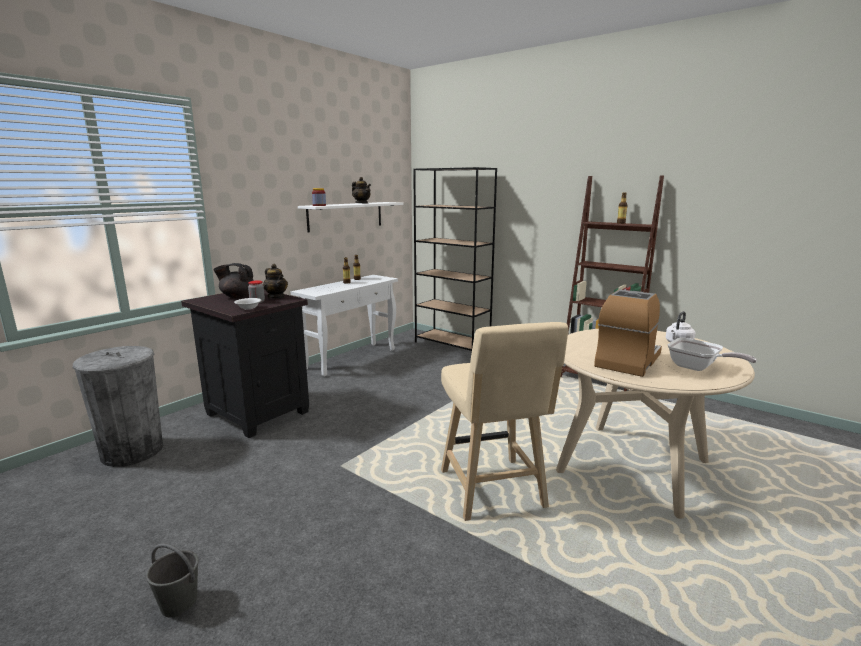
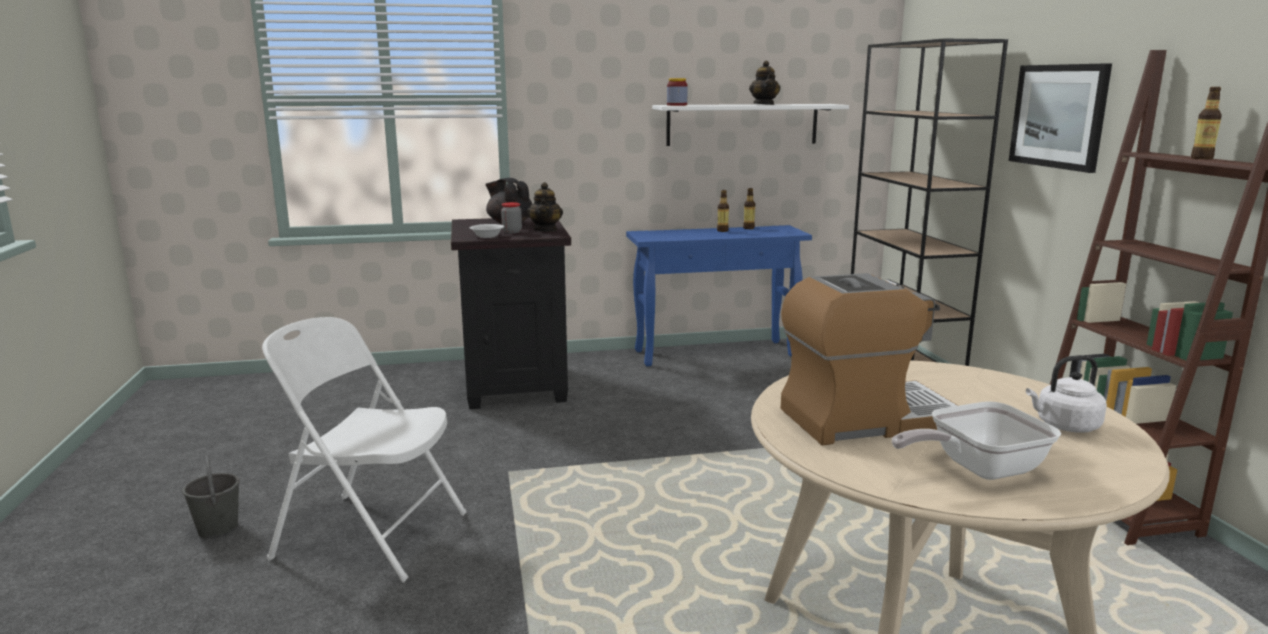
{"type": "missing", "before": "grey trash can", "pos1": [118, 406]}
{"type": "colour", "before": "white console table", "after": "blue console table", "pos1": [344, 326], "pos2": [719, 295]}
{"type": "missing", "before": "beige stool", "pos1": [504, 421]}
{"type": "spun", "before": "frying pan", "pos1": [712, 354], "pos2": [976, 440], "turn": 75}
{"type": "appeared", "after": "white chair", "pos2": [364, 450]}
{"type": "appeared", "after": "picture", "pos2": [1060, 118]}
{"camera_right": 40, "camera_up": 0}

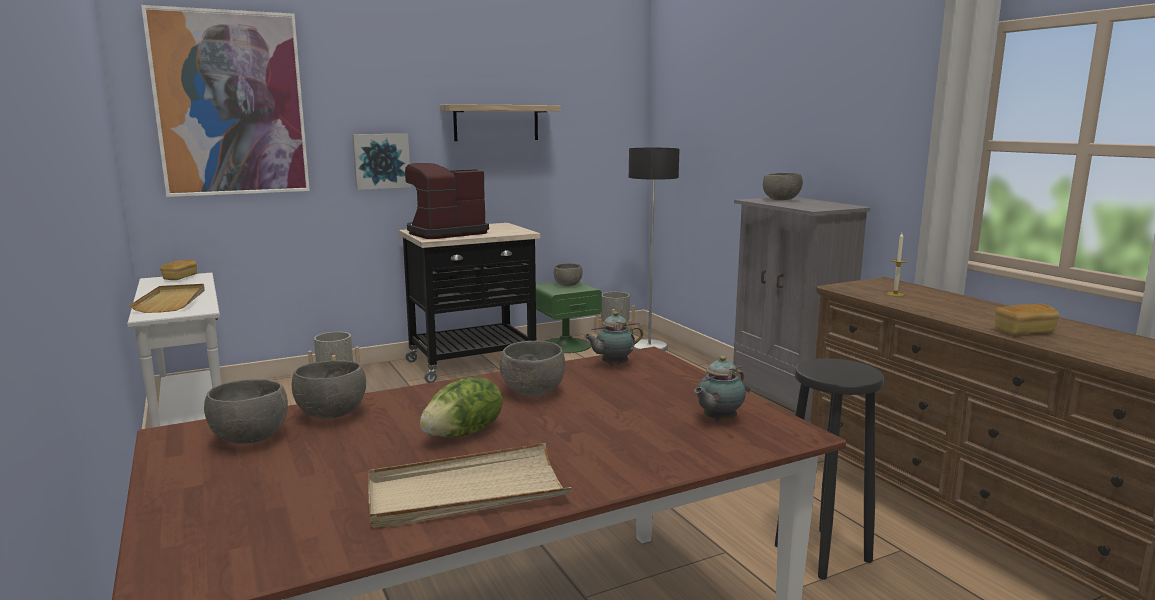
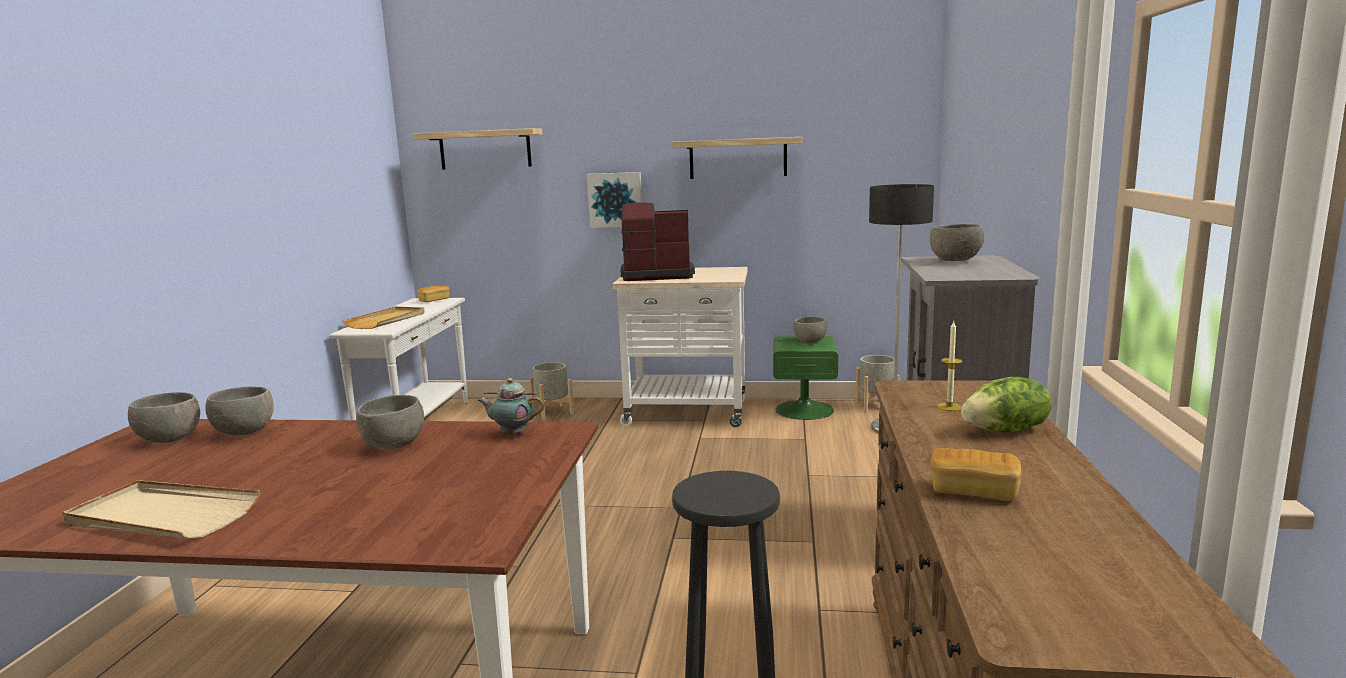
{"type": "exchanged", "before": "picture", "after": "shelf", "pos1": [225, 101], "pos2": [477, 149]}
{"type": "colour", "before": "black cart", "after": "white cart", "pos1": [469, 303], "pos2": [680, 347]}
{"type": "relocated", "before": "lettuce", "pos1": [461, 407], "pos2": [1006, 404]}
{"type": "missing", "before": "teapot", "pos1": [720, 389]}
{"camera_right": 35, "camera_up": 0}

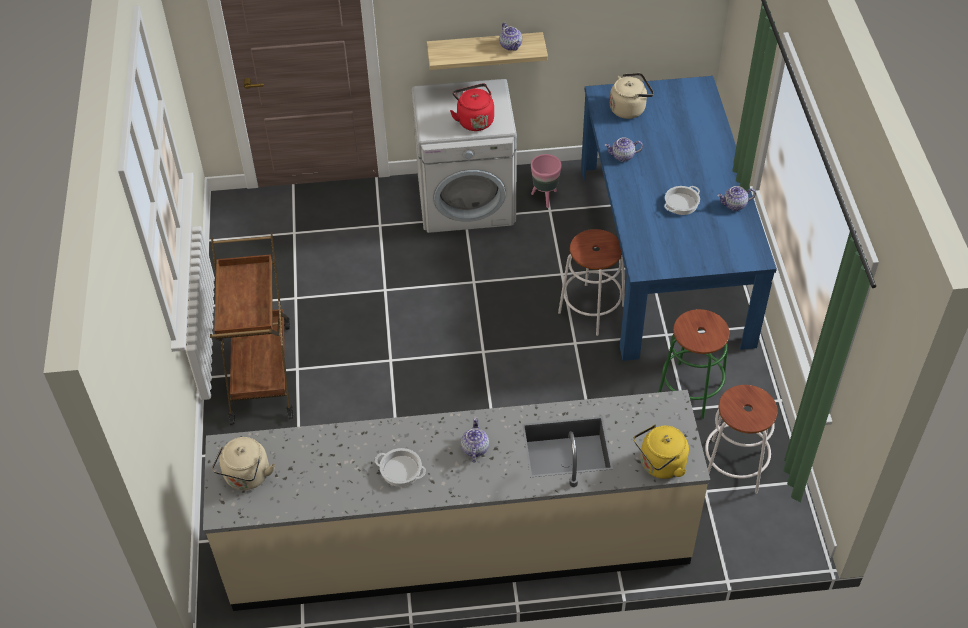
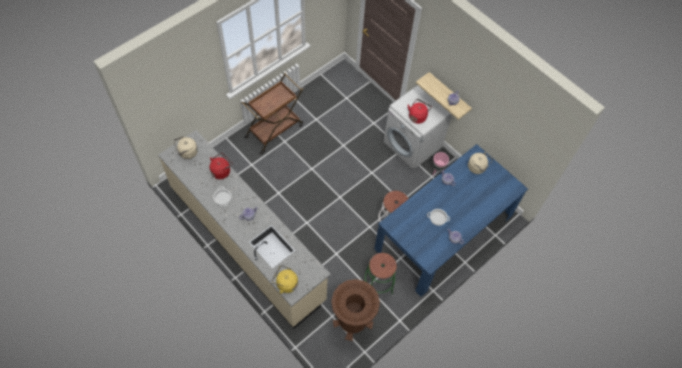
{"type": "exchanged", "before": "white stool", "after": "brown trash can", "pos1": [741, 439], "pos2": [355, 310]}
{"type": "appeared", "after": "red kettle", "pos2": [221, 166]}
{"camera_right": 50, "camera_up": 10}

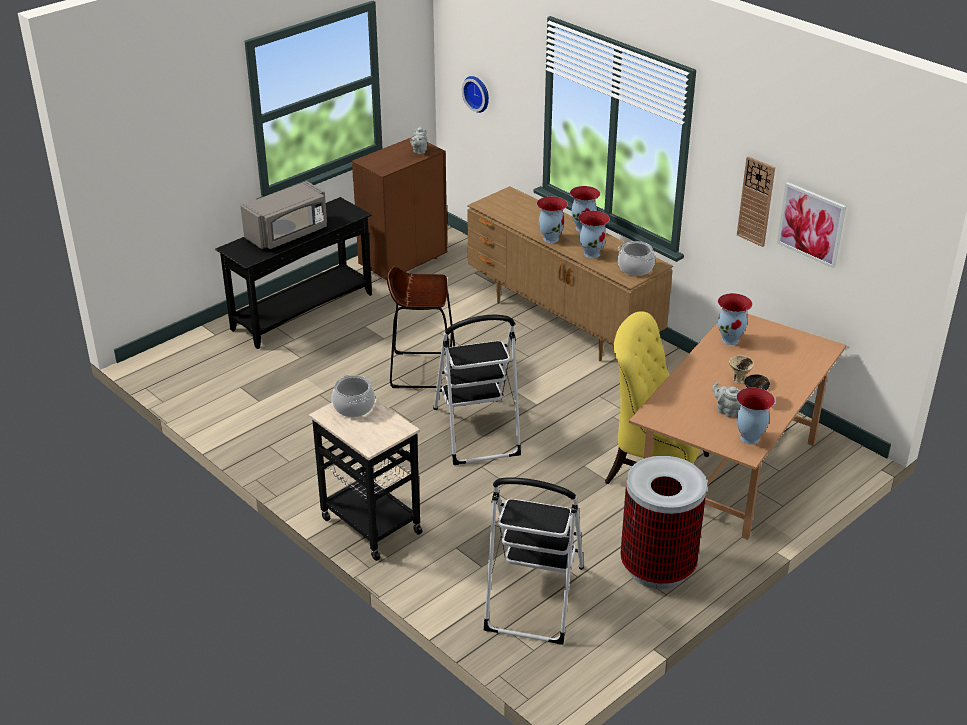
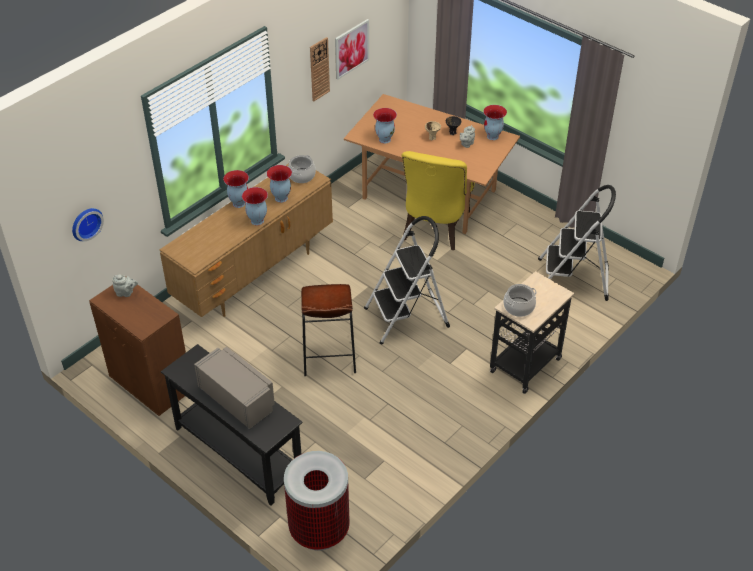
{"type": "relocated", "before": "trash can", "pos1": [664, 522], "pos2": [317, 501]}
{"camera_right": -95, "camera_up": 10}

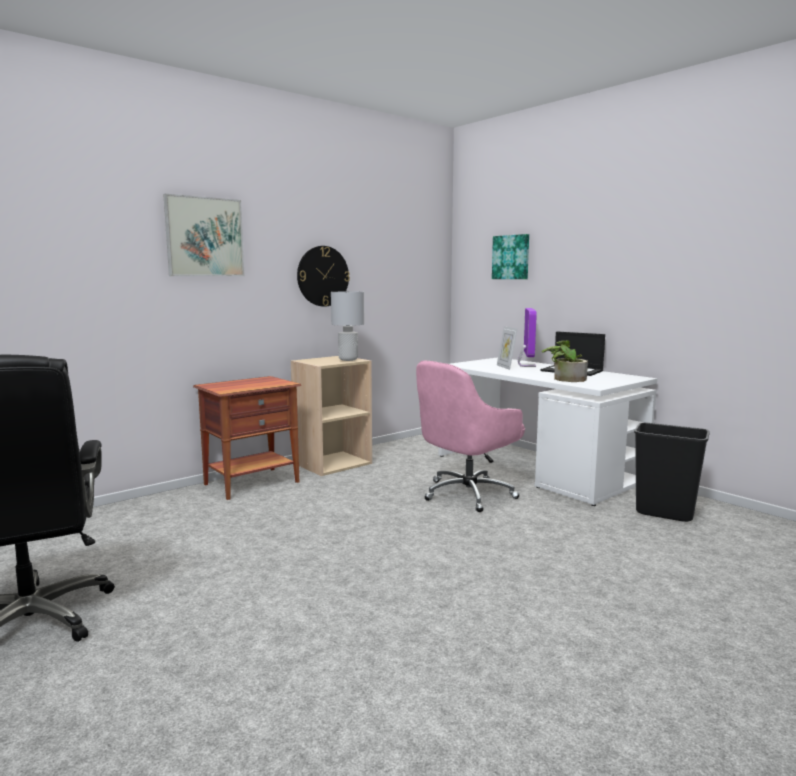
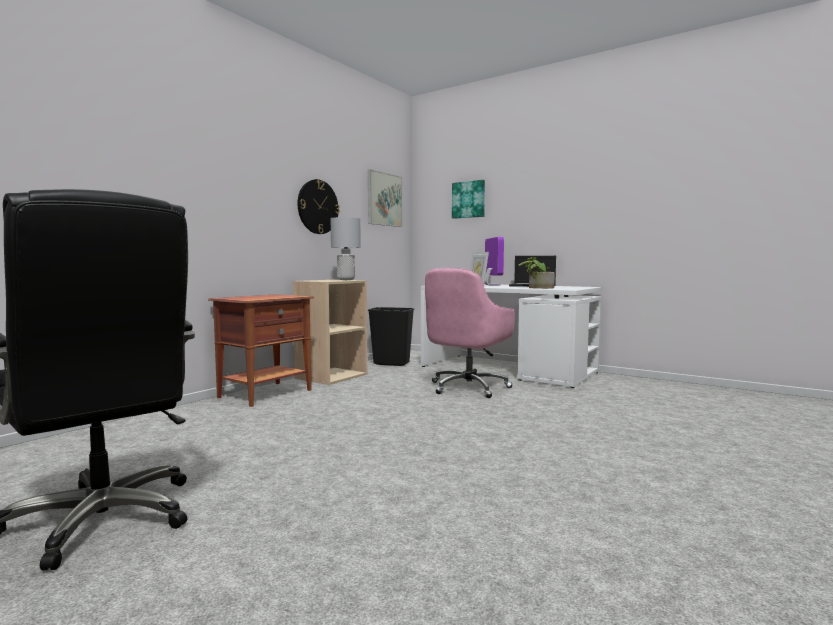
{"type": "relocated", "before": "picture", "pos1": [204, 235], "pos2": [385, 198]}
{"type": "relocated", "before": "black trash can", "pos1": [671, 472], "pos2": [391, 336]}
{"camera_right": -15, "camera_up": -5}

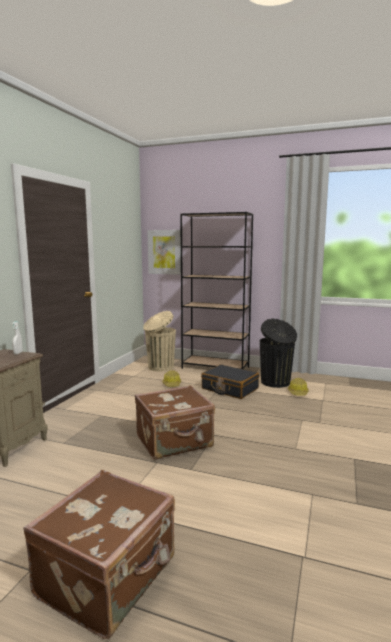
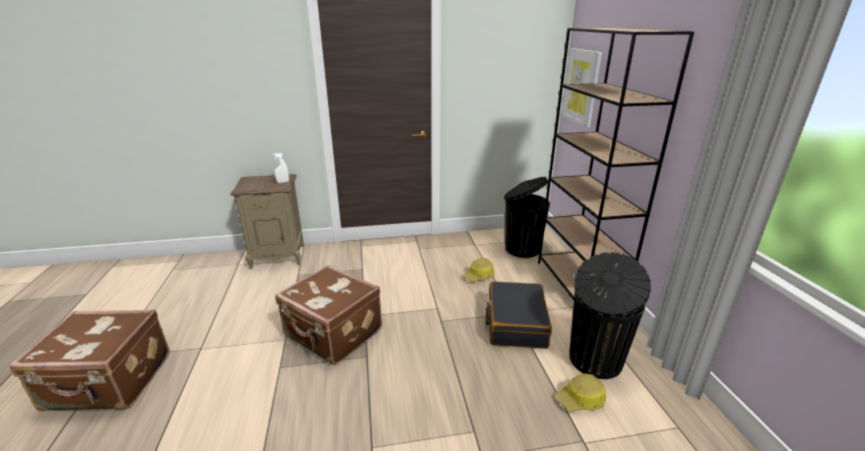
{"type": "colour", "before": "beige trash can", "after": "black trash can", "pos1": [159, 341], "pos2": [527, 217]}
{"camera_right": 60, "camera_up": 15}

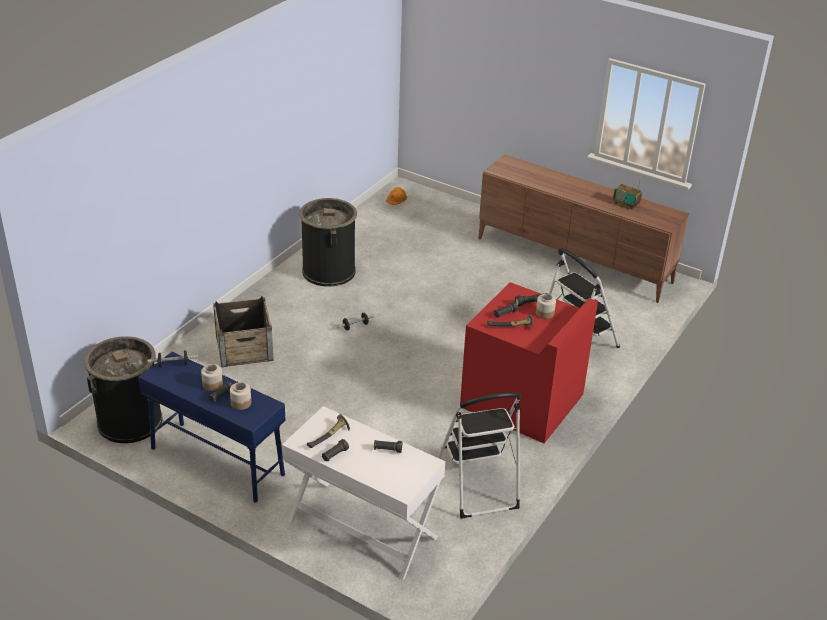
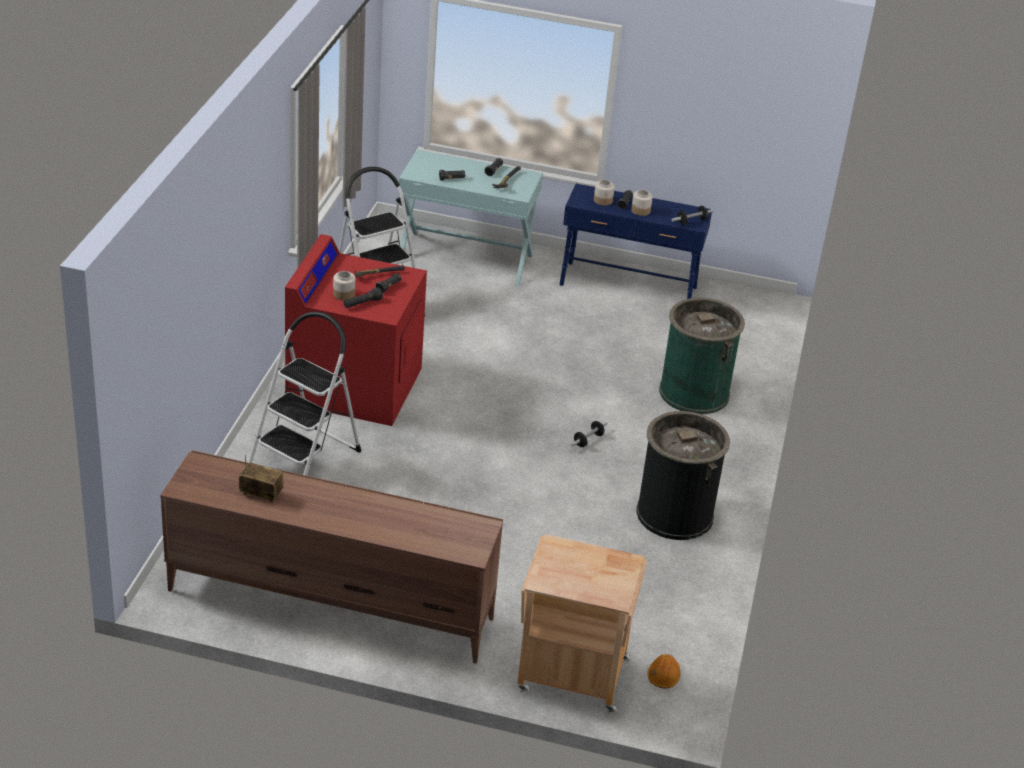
{"type": "missing", "before": "black trash can", "pos1": [123, 389]}
{"type": "exchanged", "before": "crate", "after": "green trash can", "pos1": [243, 331], "pos2": [702, 356]}
{"type": "colour", "before": "white desk", "after": "turquoise desk", "pos1": [363, 493], "pos2": [470, 217]}
{"type": "appeared", "after": "brown cart", "pos2": [582, 624]}
{"camera_right": 160, "camera_up": 0}

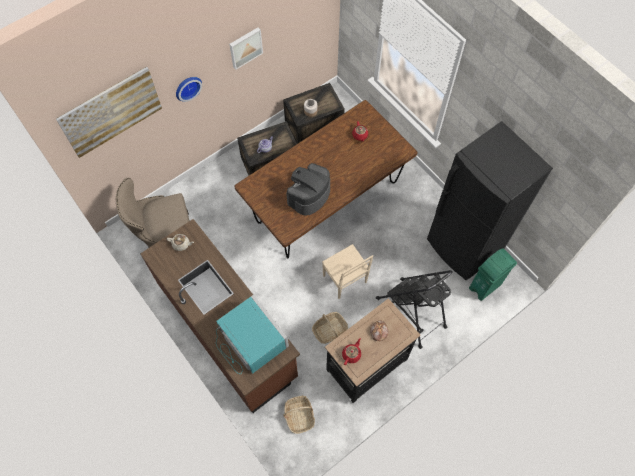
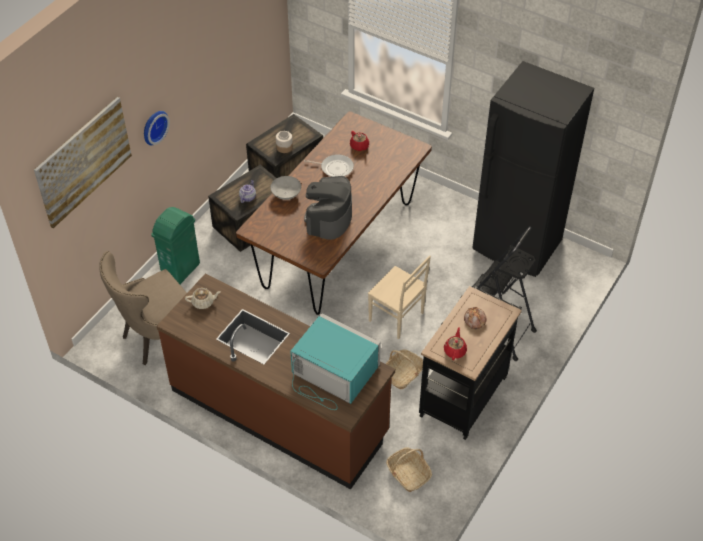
{"type": "missing", "before": "picture", "pos1": [246, 49]}
{"type": "relocated", "before": "green trash can", "pos1": [493, 275], "pos2": [175, 245]}
{"type": "appeared", "after": "grey bowl", "pos2": [285, 188]}
{"type": "appeared", "after": "frying pan", "pos2": [329, 165]}
{"camera_right": -20, "camera_up": -15}

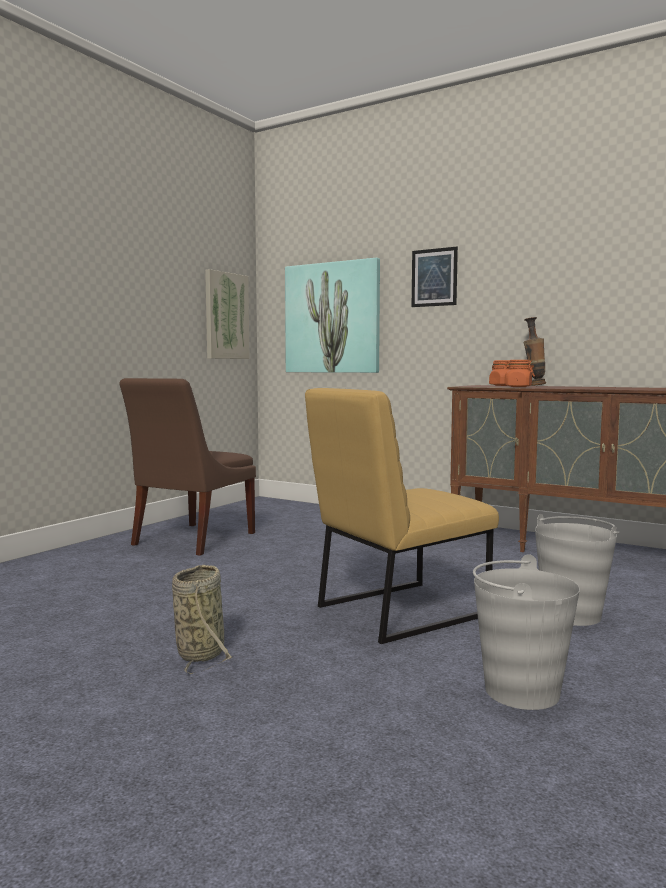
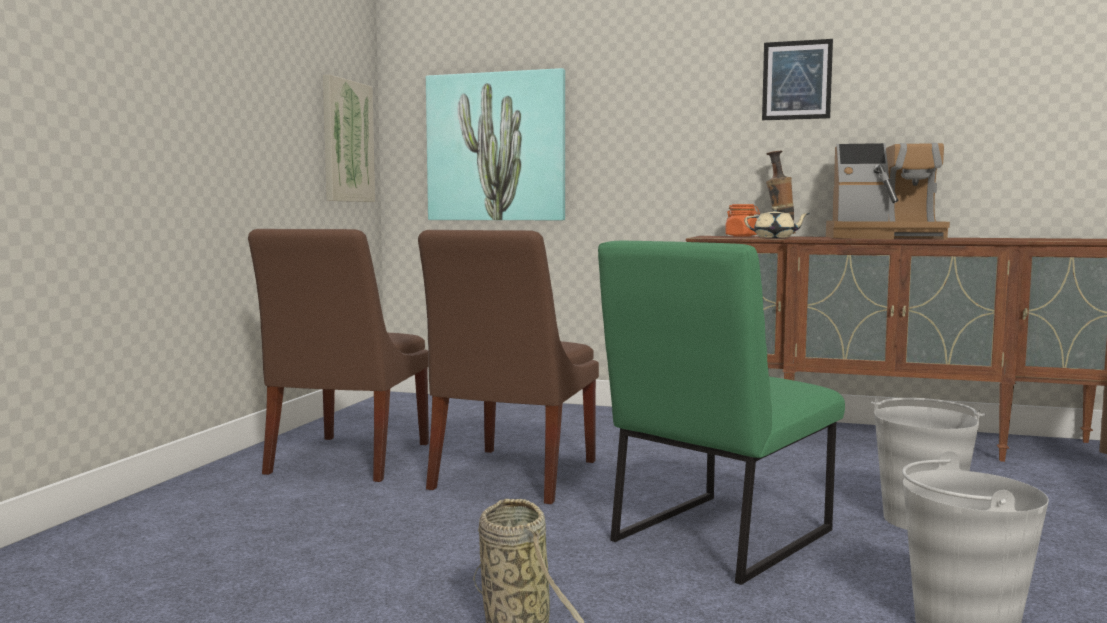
{"type": "colour", "before": "yellow chair", "after": "green chair", "pos1": [402, 516], "pos2": [721, 413]}
{"type": "relocated", "before": "picture", "pos1": [435, 277], "pos2": [797, 79]}
{"type": "exchanged", "before": "orange jar", "after": "beige teapot", "pos1": [519, 373], "pos2": [777, 222]}
{"type": "appeared", "after": "brown chair", "pos2": [508, 367]}
{"type": "appeared", "after": "coffee machine", "pos2": [888, 191]}
{"camera_right": -15, "camera_up": 0}

